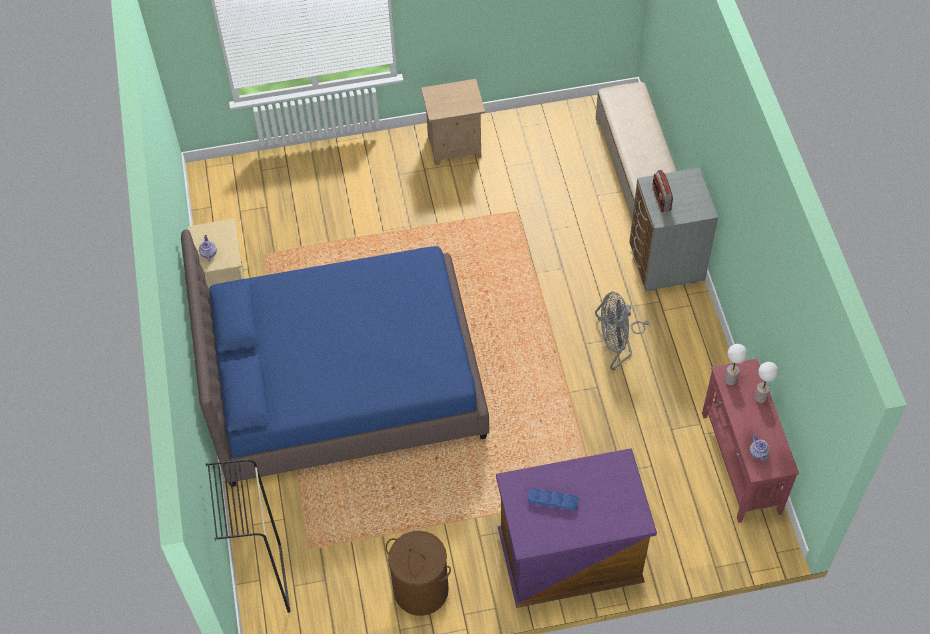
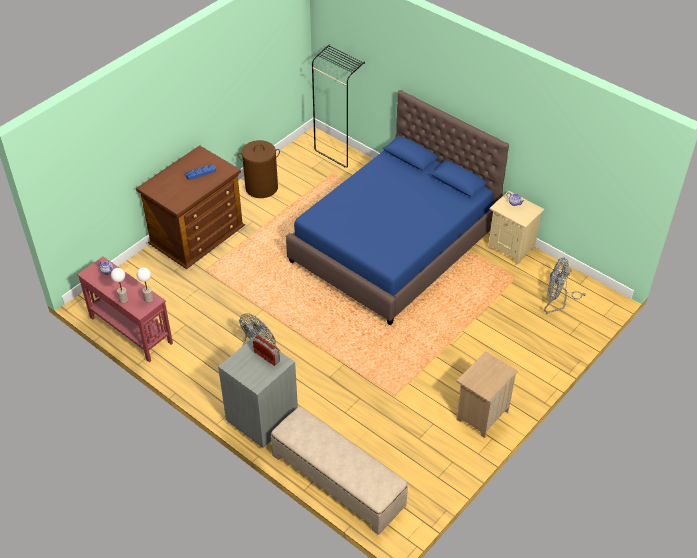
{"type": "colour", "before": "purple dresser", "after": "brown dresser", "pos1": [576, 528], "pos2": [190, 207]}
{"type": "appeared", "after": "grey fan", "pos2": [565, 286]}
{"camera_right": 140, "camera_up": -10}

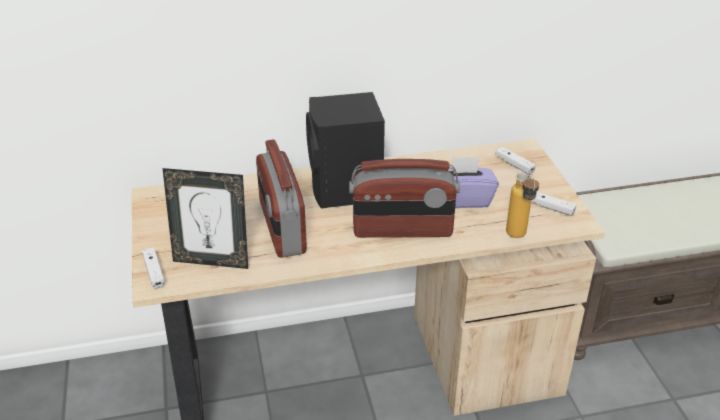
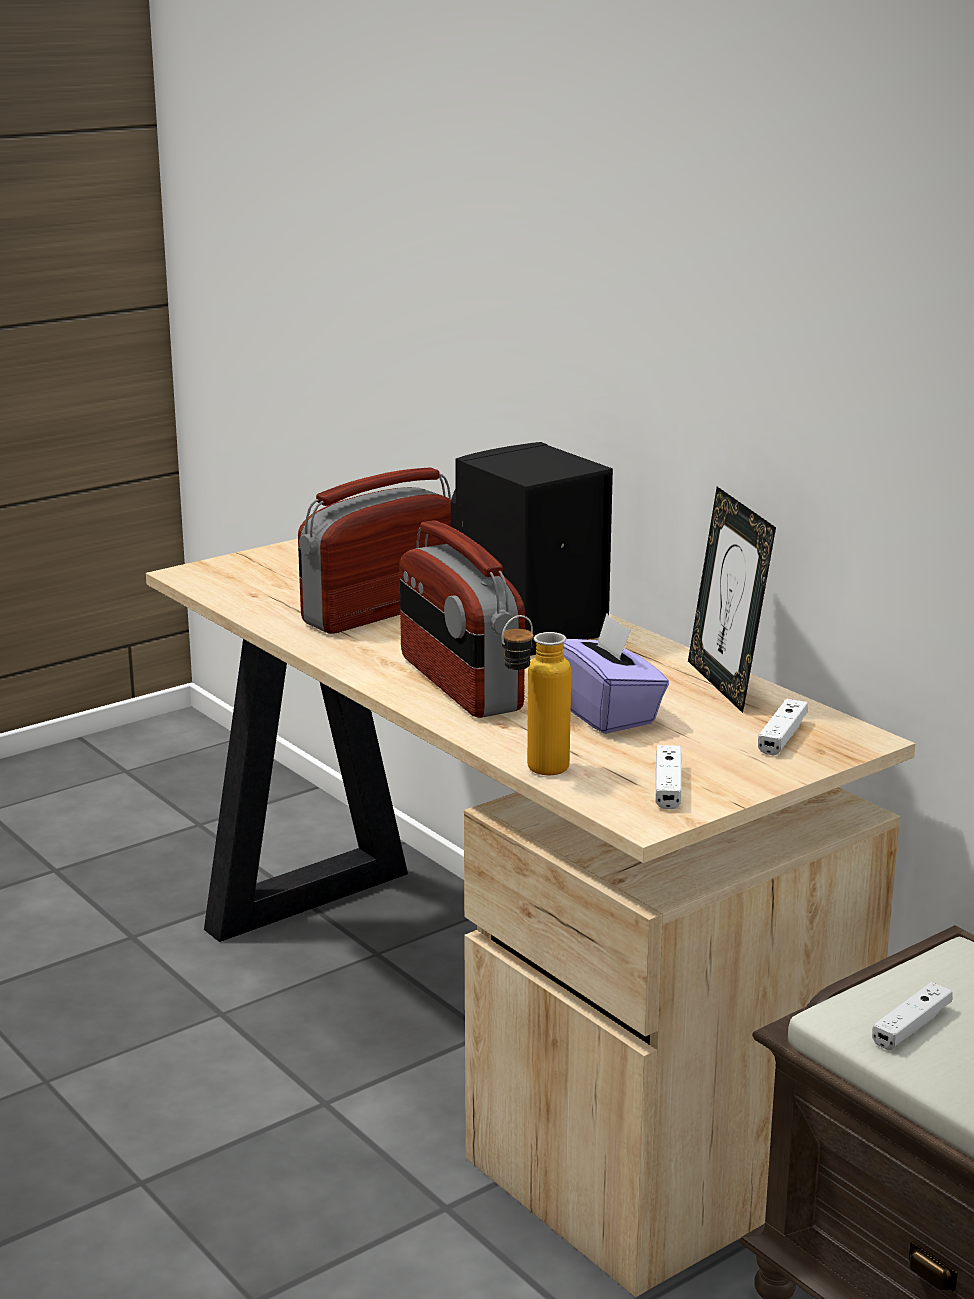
{"type": "relocated", "before": "white game controller", "pos1": [153, 268], "pos2": [912, 1016]}
{"type": "relocated", "before": "picture frame", "pos1": [205, 218], "pos2": [732, 600]}
{"camera_right": 65, "camera_up": -15}

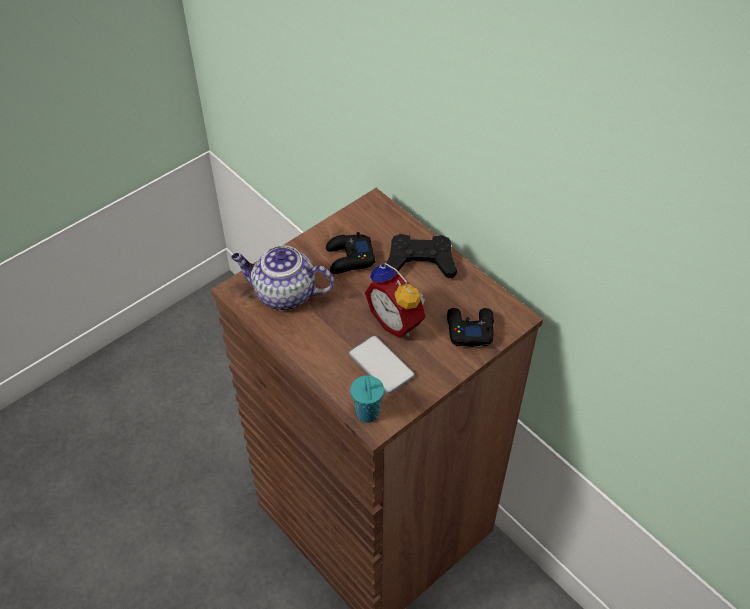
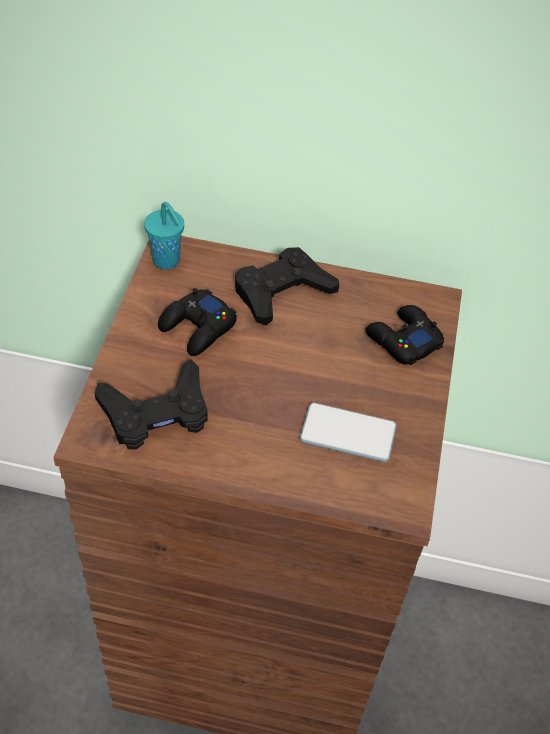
{"type": "exchanged", "before": "teapot", "after": "black game controller", "pos1": [282, 278], "pos2": [151, 404]}
{"type": "relocated", "before": "turquoise cup", "pos1": [367, 399], "pos2": [164, 235]}
{"type": "missing", "before": "alarm clock", "pos1": [395, 300]}
{"camera_right": -40, "camera_up": 0}

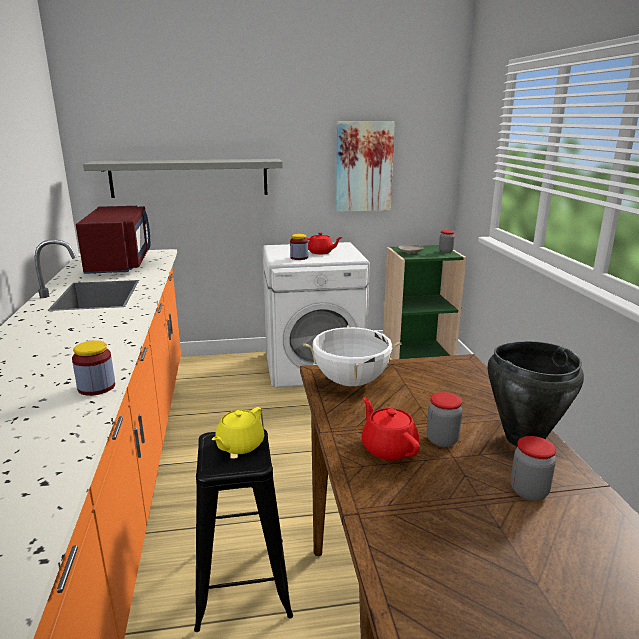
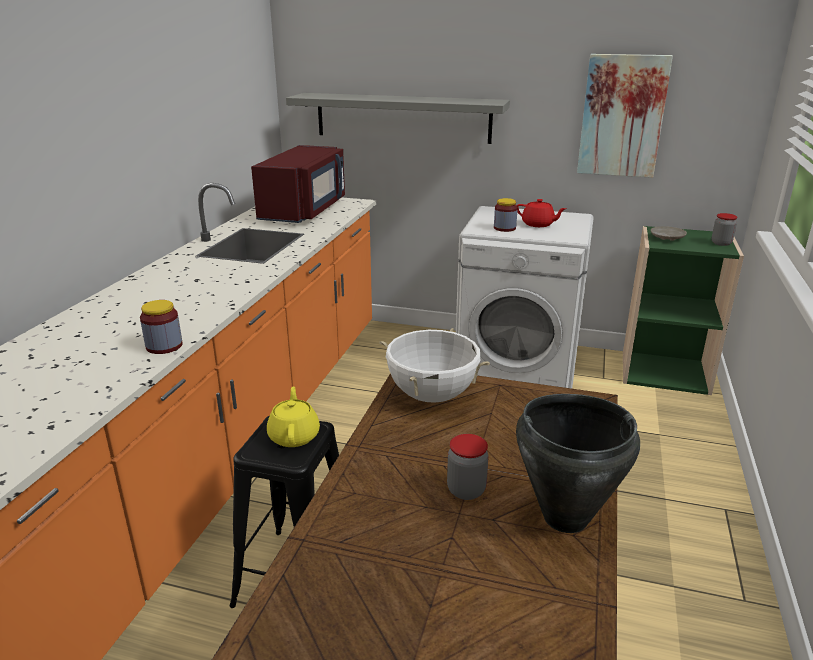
{"type": "spun", "before": "yellow teapot", "pos1": [238, 430], "pos2": [293, 416], "turn": 120}
{"type": "missing", "before": "red teapot", "pos1": [391, 429]}
{"type": "missing", "before": "jar", "pos1": [533, 468]}
{"camera_right": 25, "camera_up": 5}

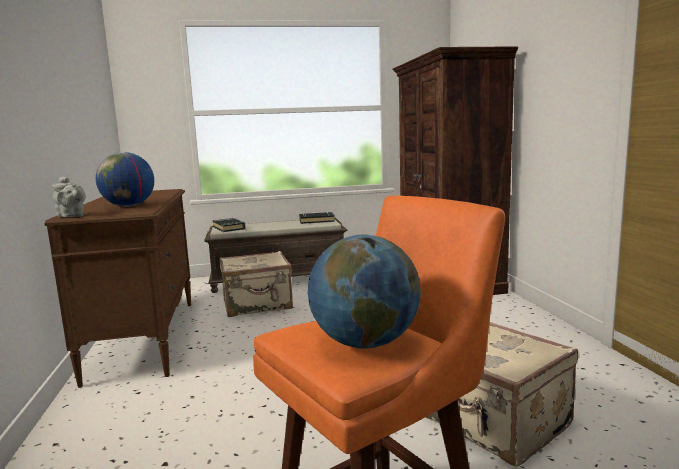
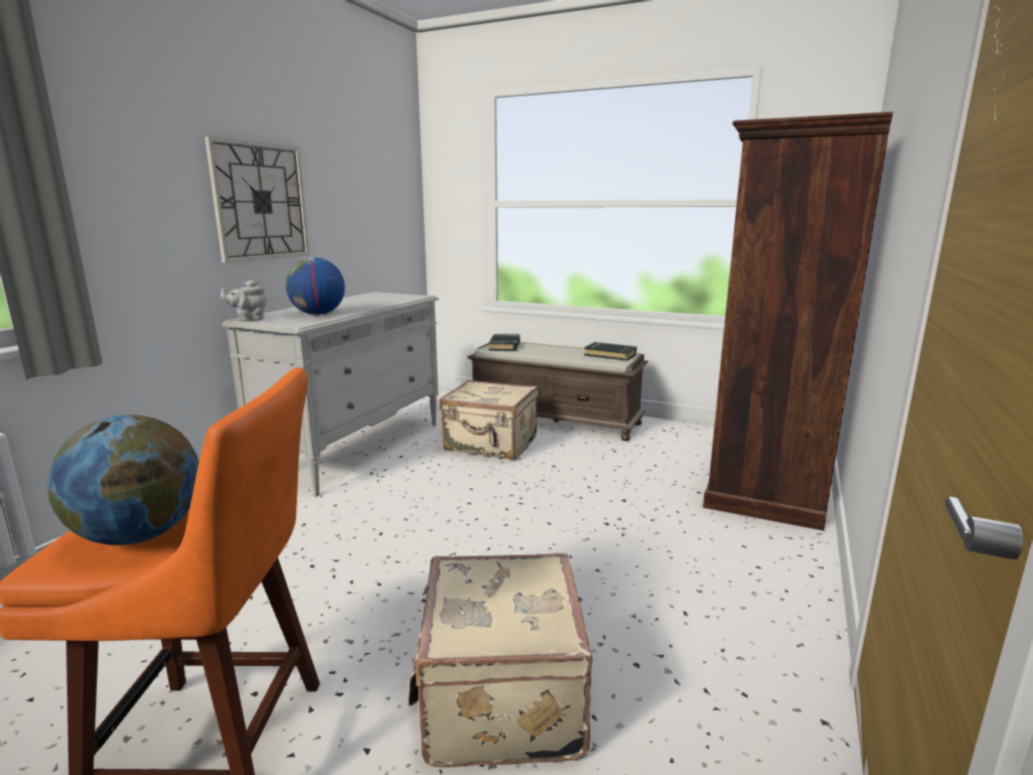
{"type": "colour", "before": "brown dresser", "after": "white dresser", "pos1": [117, 288], "pos2": [330, 394]}
{"type": "spun", "before": "grey teapot", "pos1": [69, 196], "pos2": [243, 301], "turn": 75}
{"type": "appeared", "after": "wall clock", "pos2": [257, 199]}
{"camera_right": 35, "camera_up": 5}

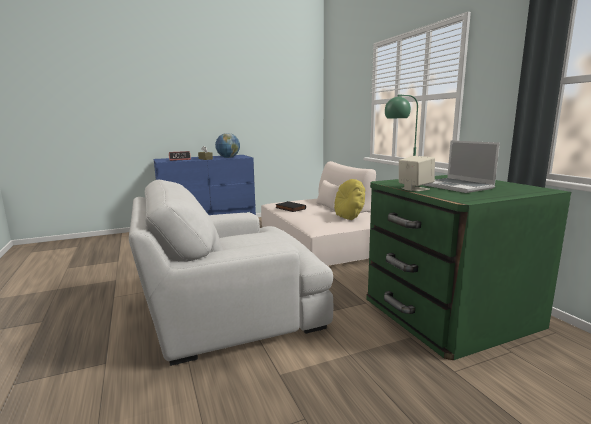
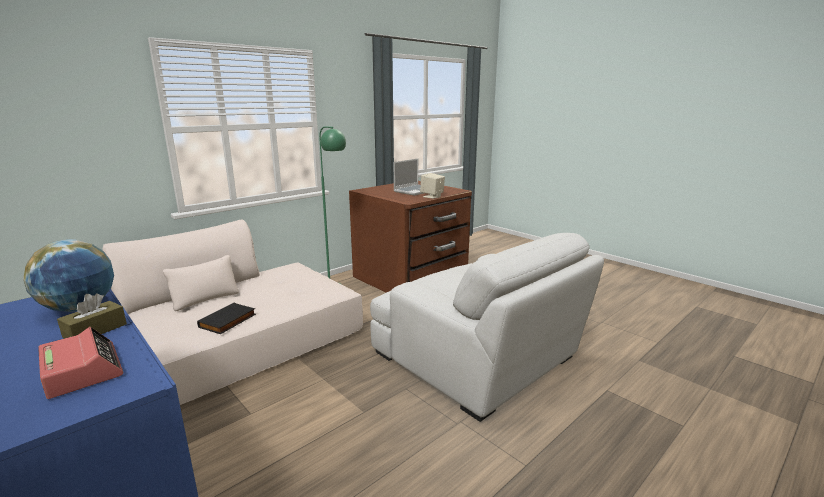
{"type": "missing", "before": "yellow pillow", "pos1": [349, 199]}
{"type": "colour", "before": "green dresser", "after": "brown dresser", "pos1": [468, 267], "pos2": [410, 237]}
{"camera_right": -110, "camera_up": 5}

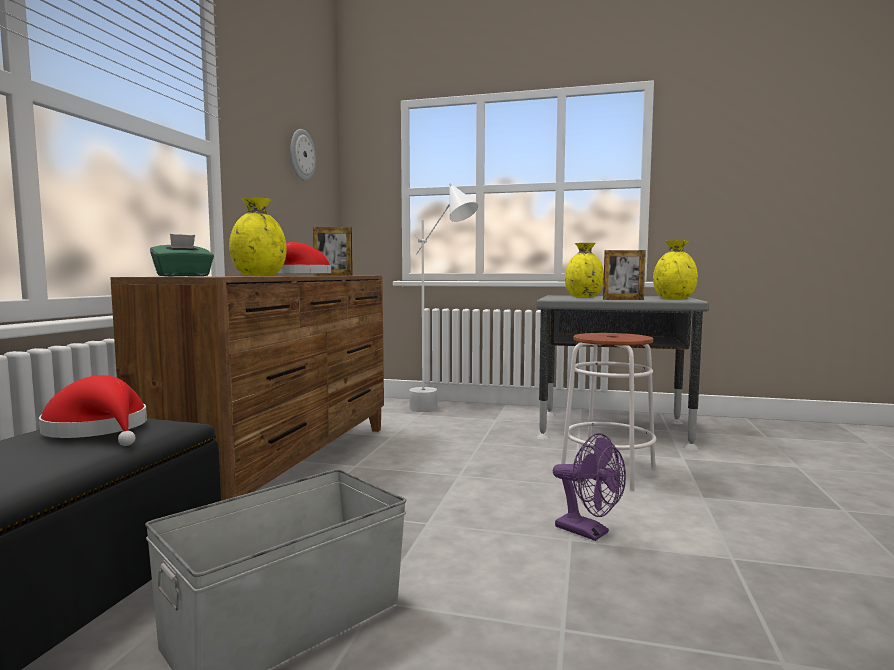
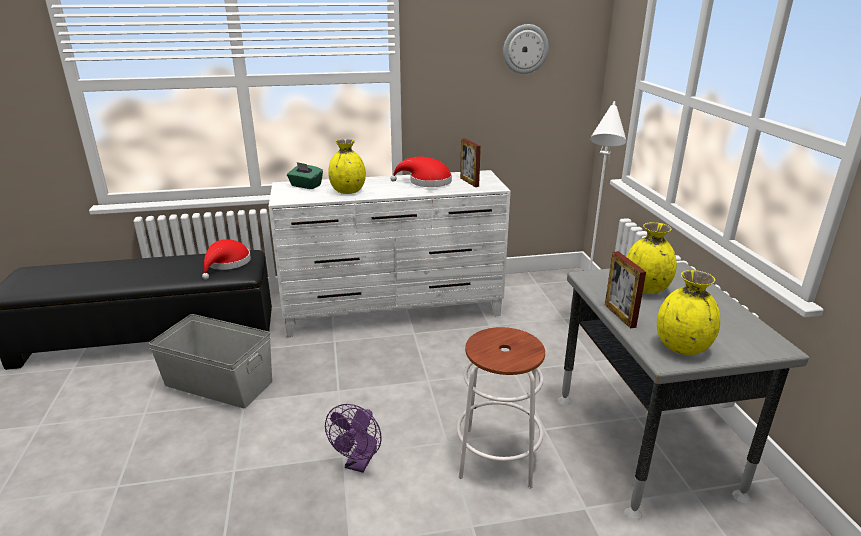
{"type": "colour", "before": "brown dresser", "after": "white dresser", "pos1": [247, 388], "pos2": [390, 253]}
{"camera_right": 65, "camera_up": 20}

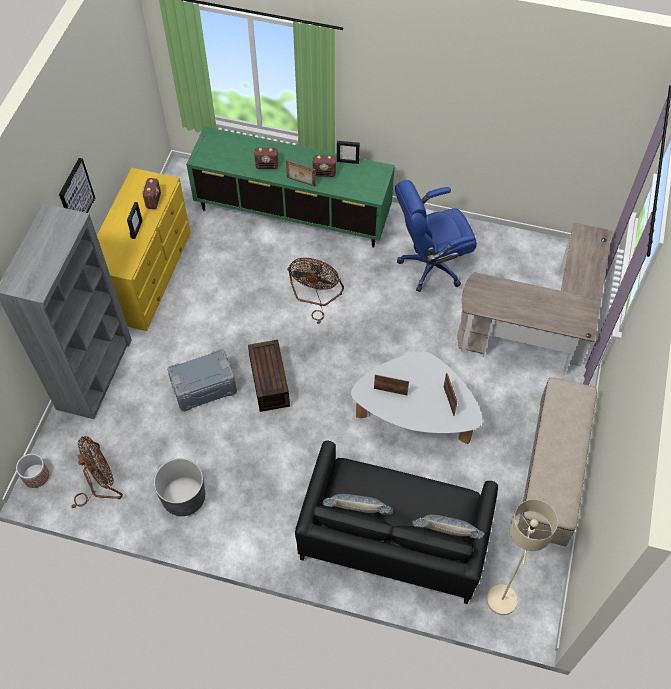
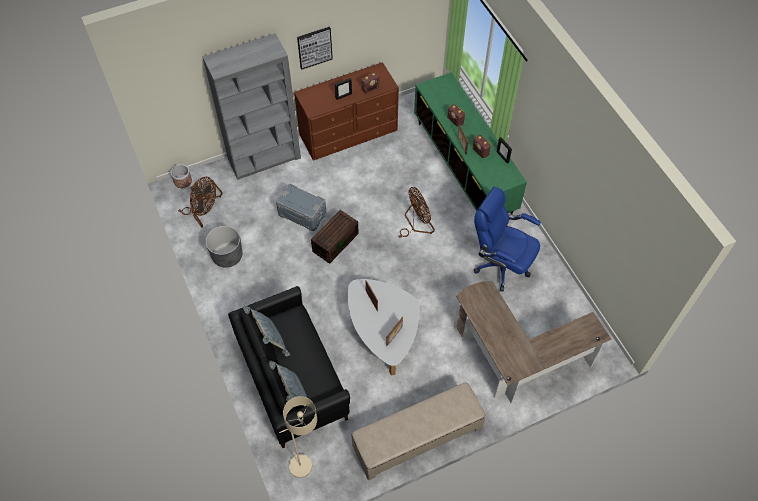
{"type": "colour", "before": "yellow dresser", "after": "brown dresser", "pos1": [144, 249], "pos2": [346, 111]}
{"camera_right": 50, "camera_up": 0}

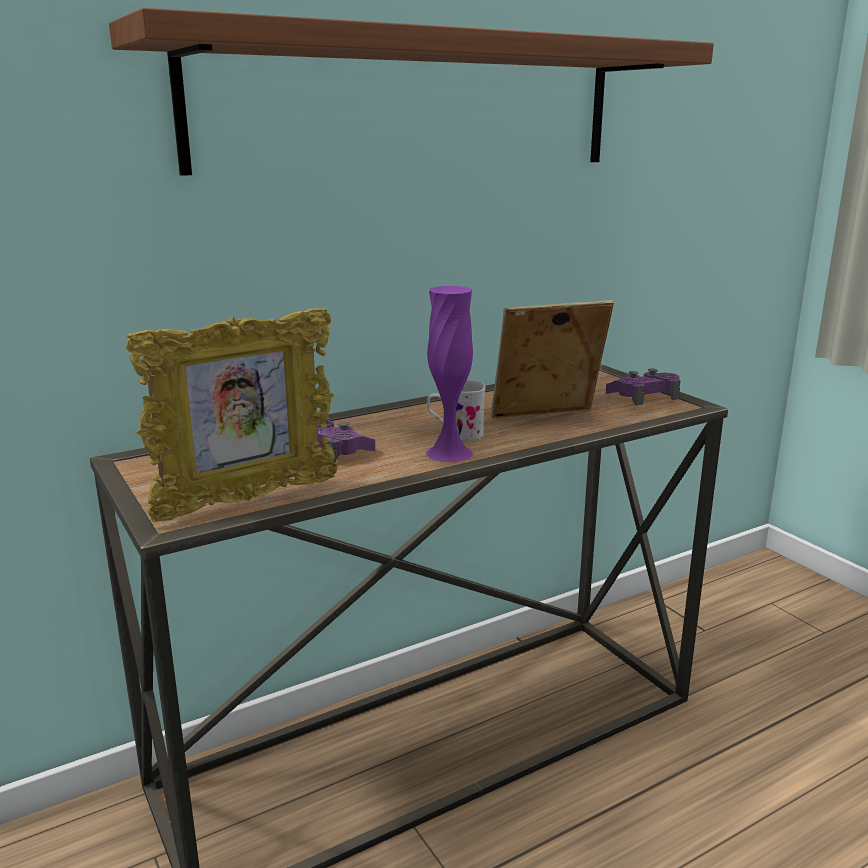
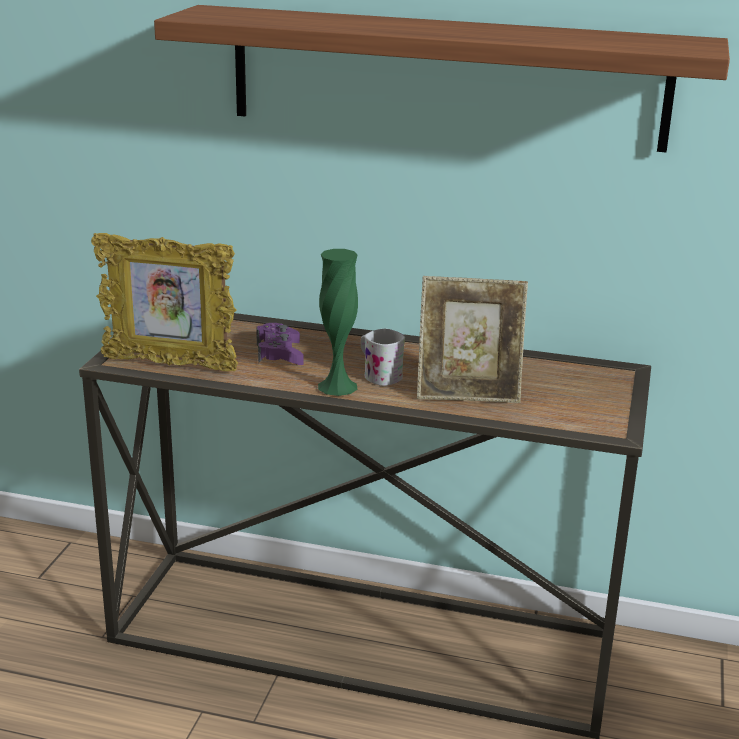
{"type": "colour", "before": "purple vase", "after": "green vase", "pos1": [449, 374], "pos2": [338, 322]}
{"type": "spun", "before": "picture frame", "pos1": [552, 359], "pos2": [472, 339], "turn": 150}
{"type": "missing", "before": "purple game controller", "pos1": [643, 387]}
{"camera_right": 45, "camera_up": 5}

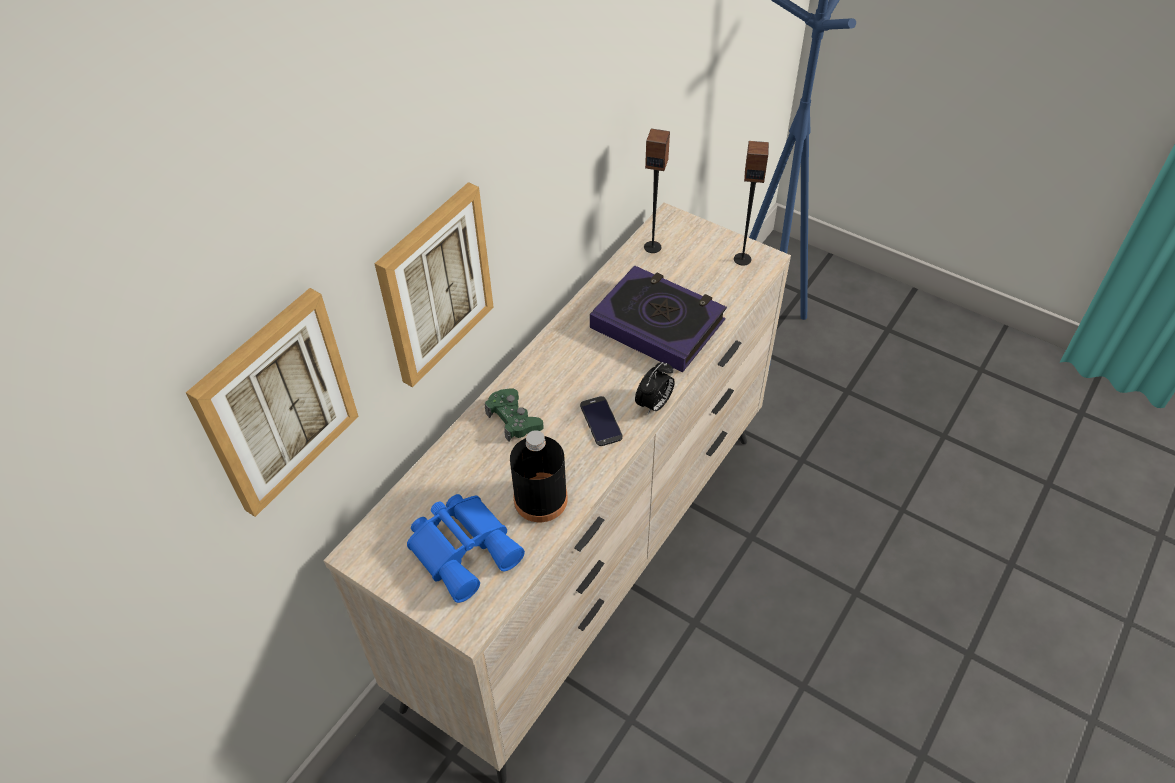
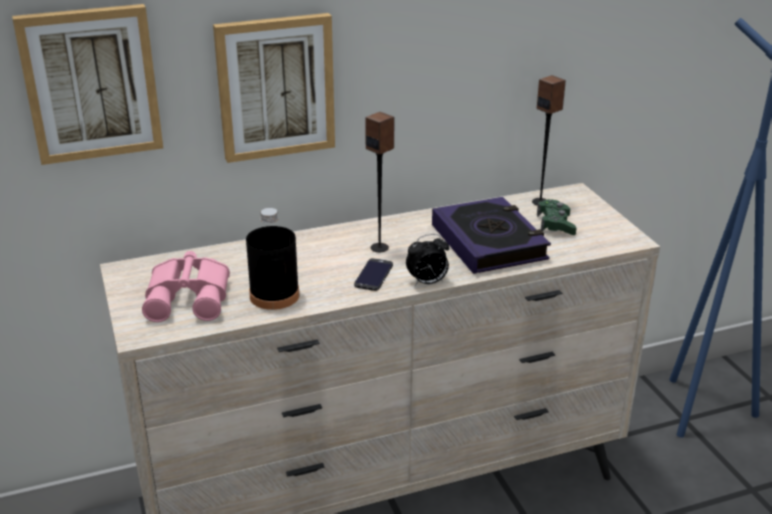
{"type": "colour", "before": "blue binoculars", "after": "pink binoculars", "pos1": [466, 548], "pos2": [186, 286]}
{"type": "relocated", "before": "green game controller", "pos1": [514, 415], "pos2": [556, 217]}
{"type": "relocated", "before": "speaker", "pos1": [751, 203], "pos2": [379, 182]}
{"camera_right": 35, "camera_up": -20}

